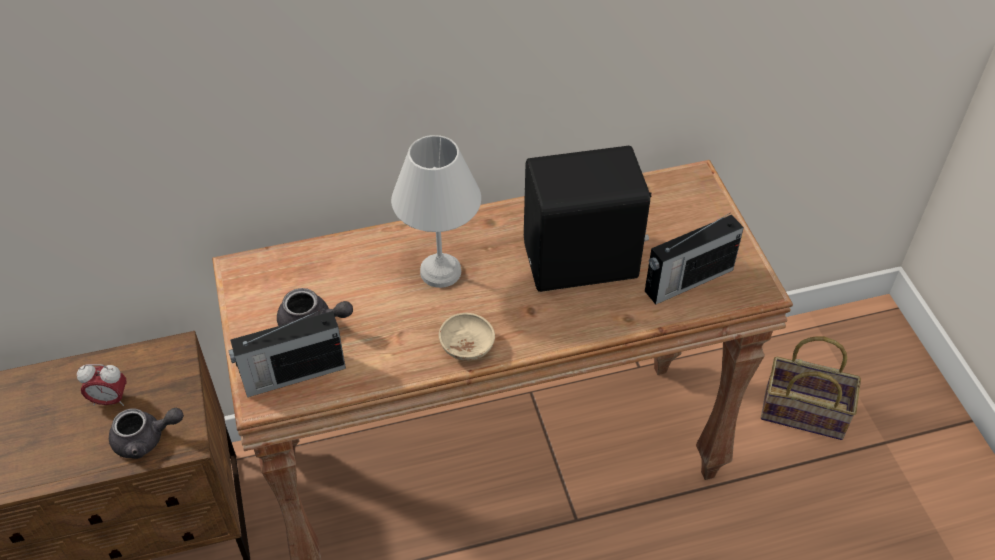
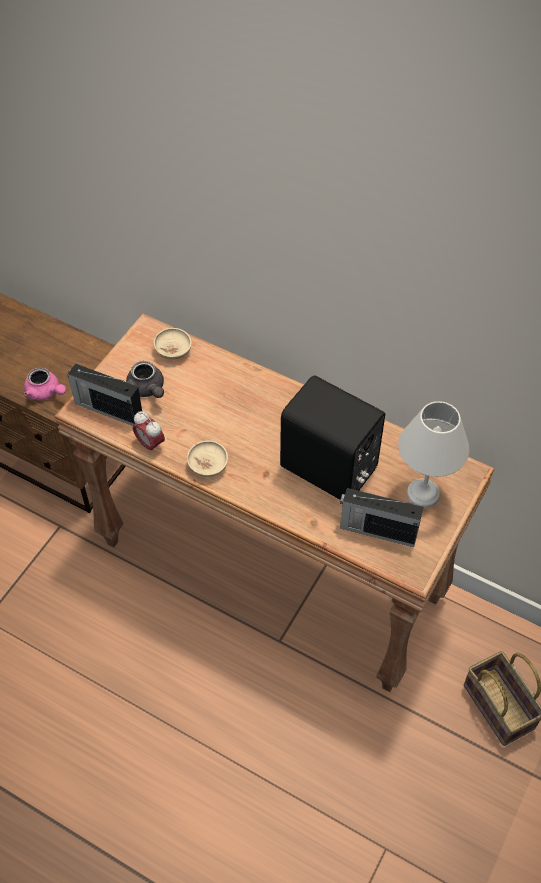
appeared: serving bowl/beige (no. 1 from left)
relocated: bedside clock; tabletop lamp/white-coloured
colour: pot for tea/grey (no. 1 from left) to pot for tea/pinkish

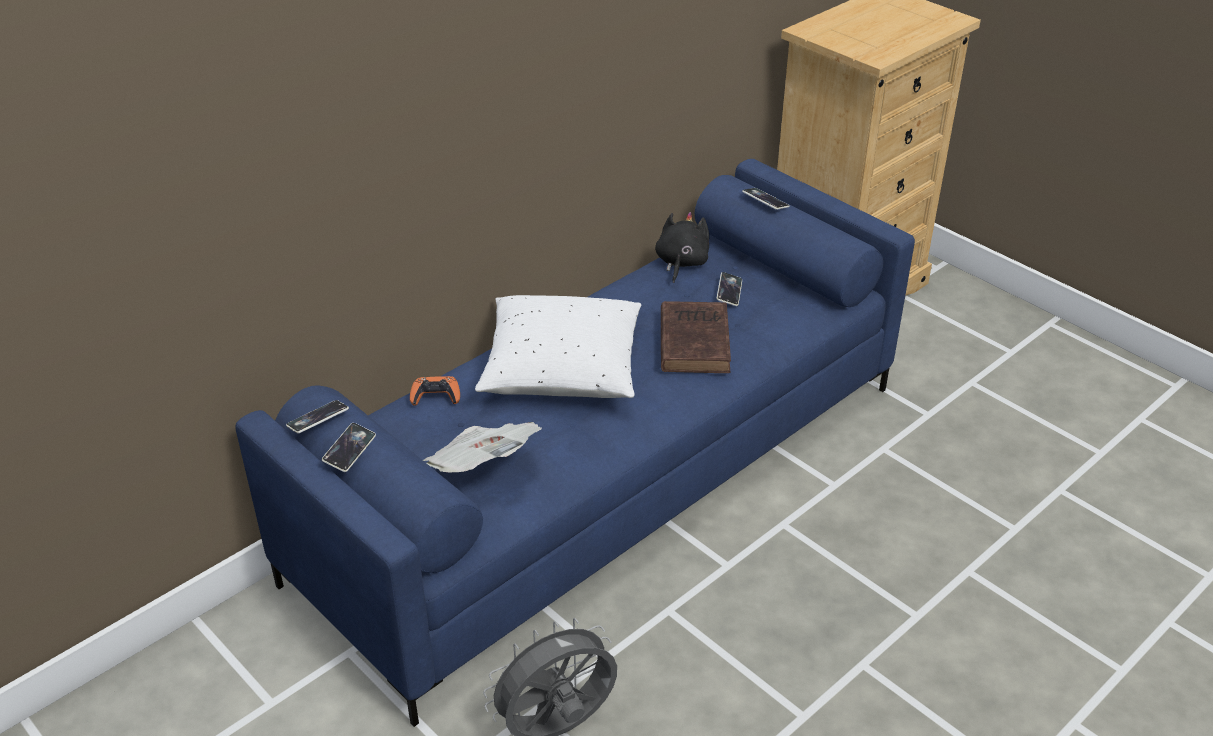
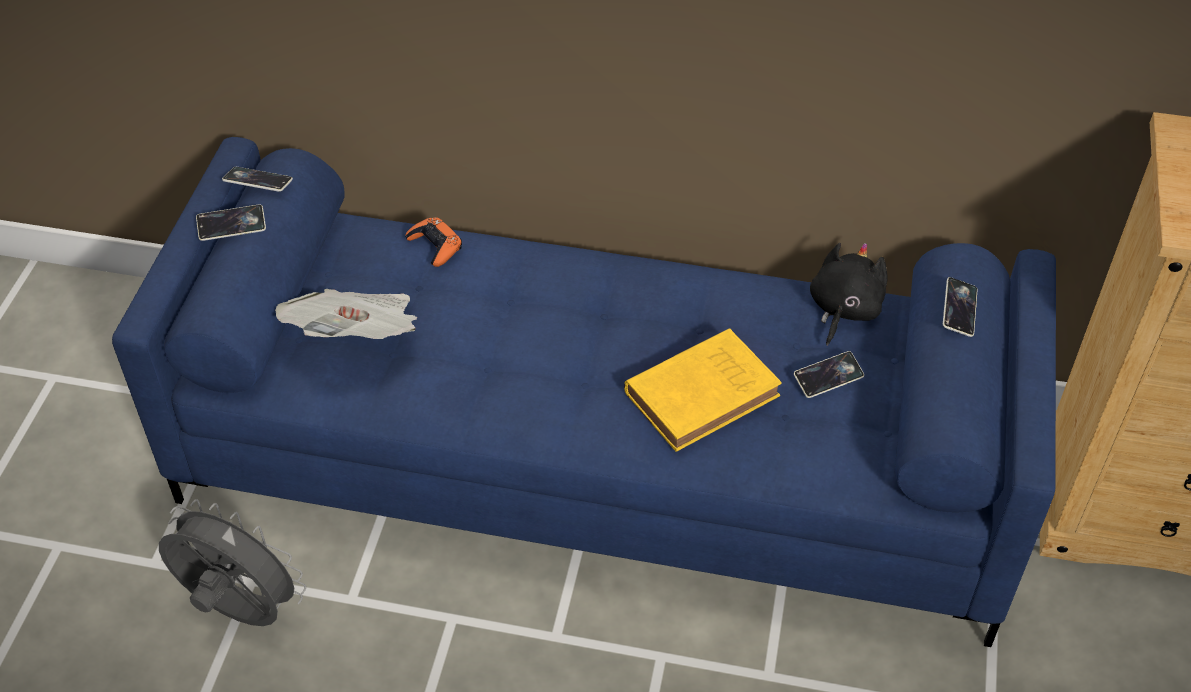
missing: throw pillow/white-coloured
colour: bound book/brownish to bound book/yellow
spun: cuddly toy/black-coloured 45 degrees counterclockwise

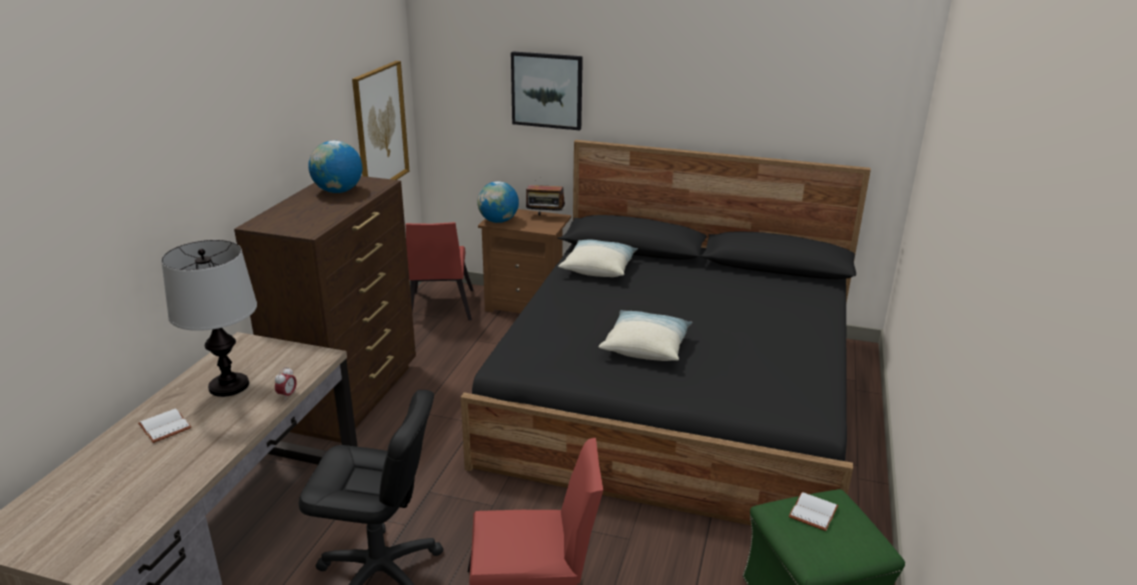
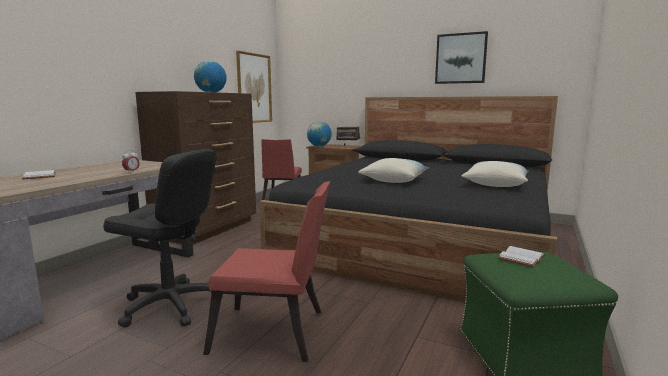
missing: tabletop lamp
relocated: wall art (no. 2 from left); throw pillow (no. 1 from left in the first image) to throw pillow (no. 2 from left)

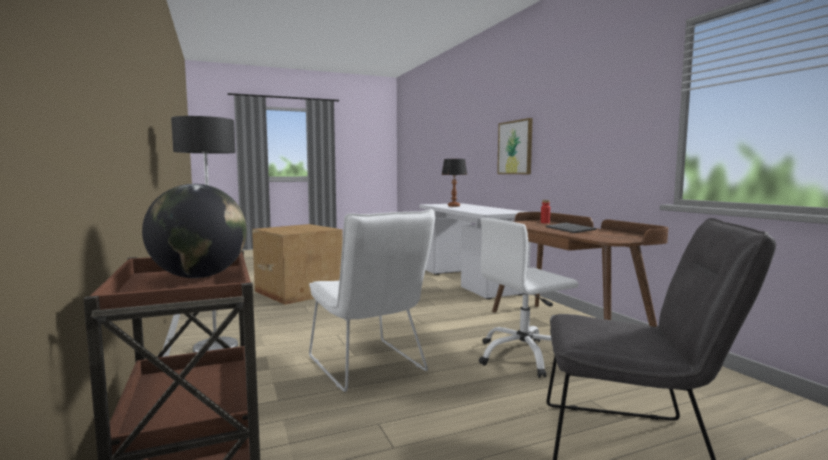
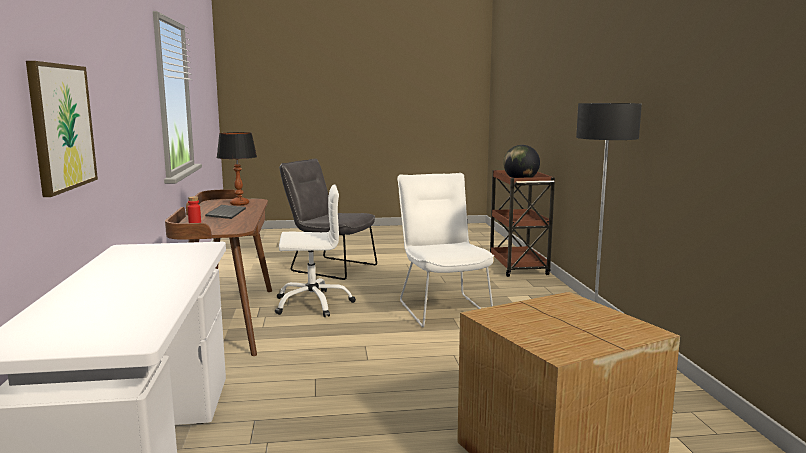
relocated: tabletop lamp

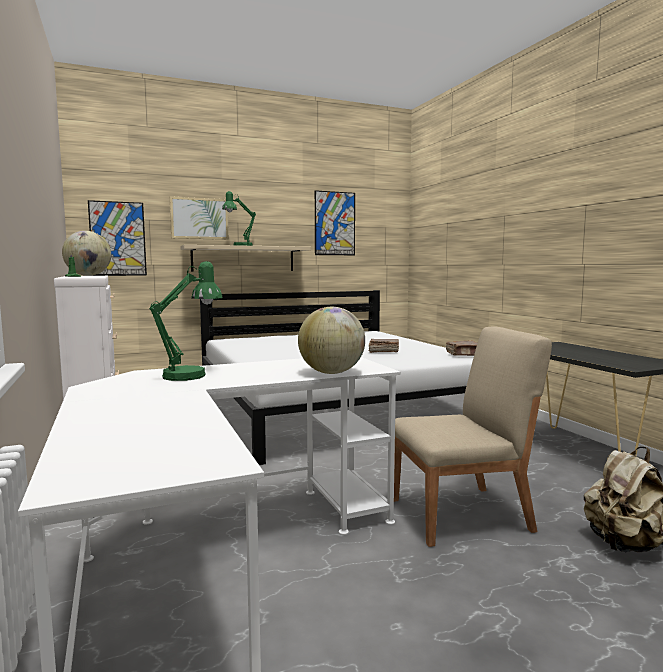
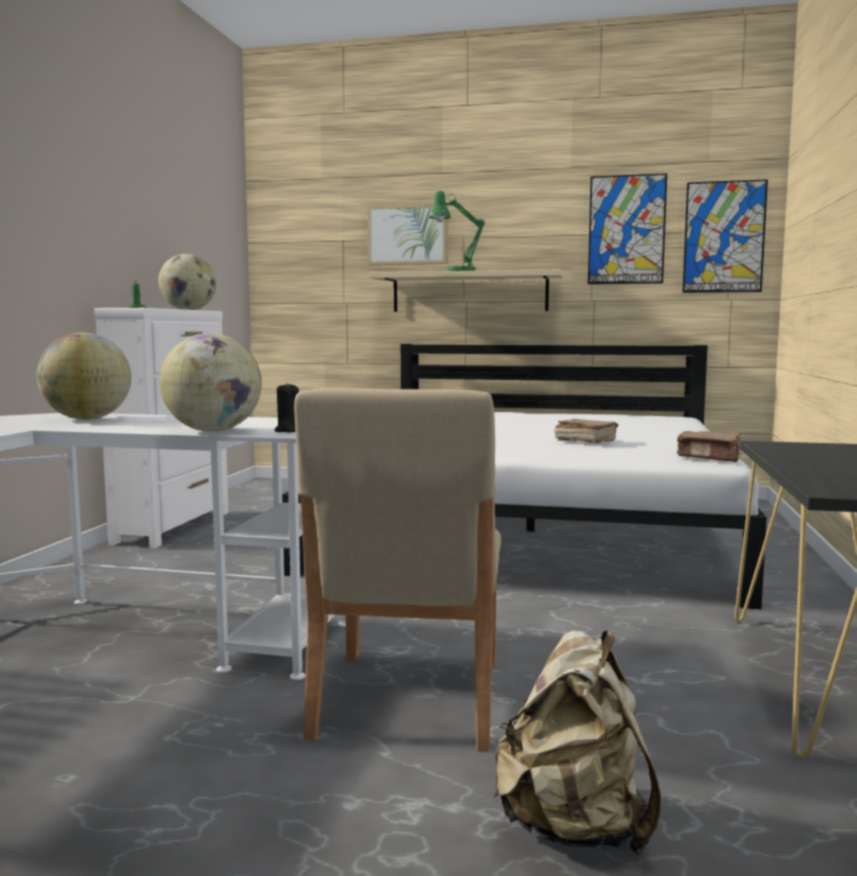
appeared: candle/black-coloured
relocated: wall art (no. 1 from left in the first image) to wall art (no. 3 from left)
exchanged: tabletop lamp/green (no. 1 from left) to world globe (no. 1 from left)
spun: chair/beige 75 degrees clockwise

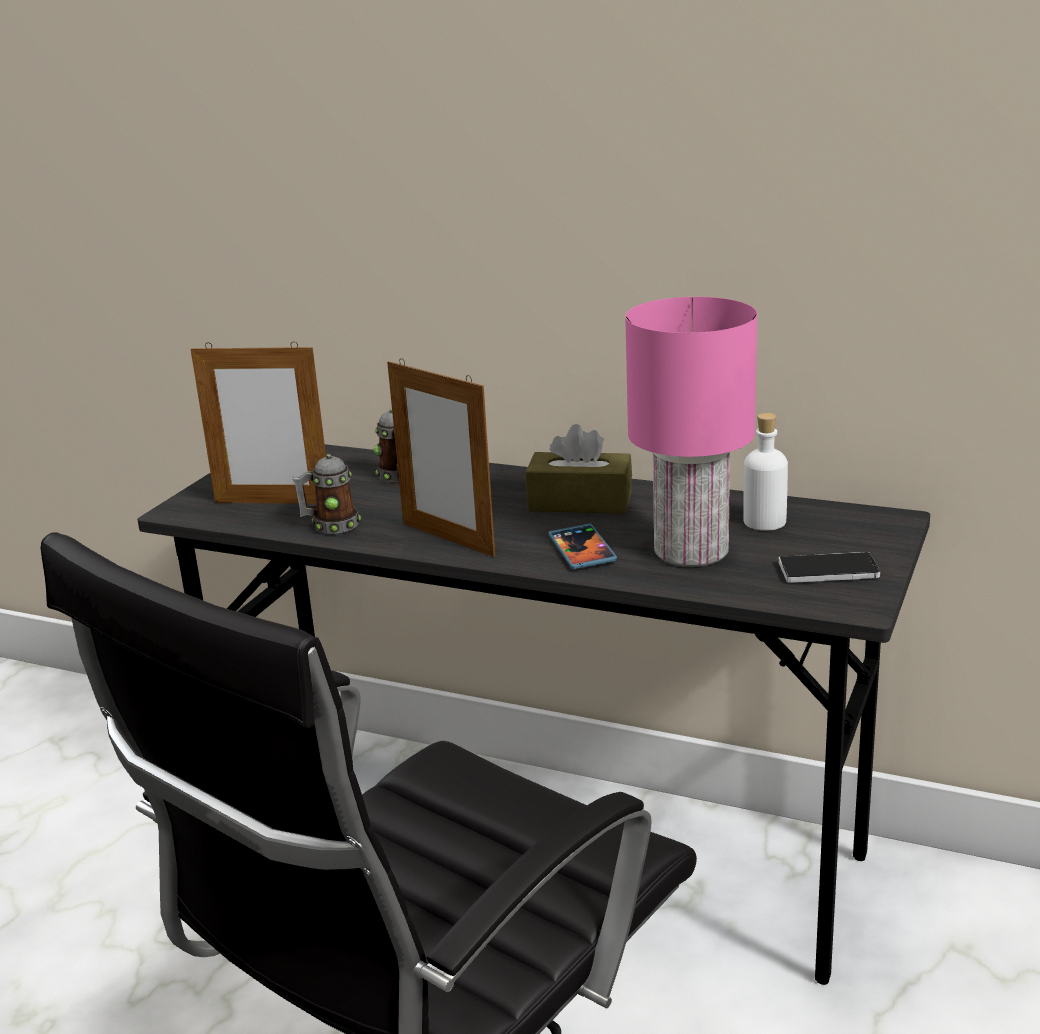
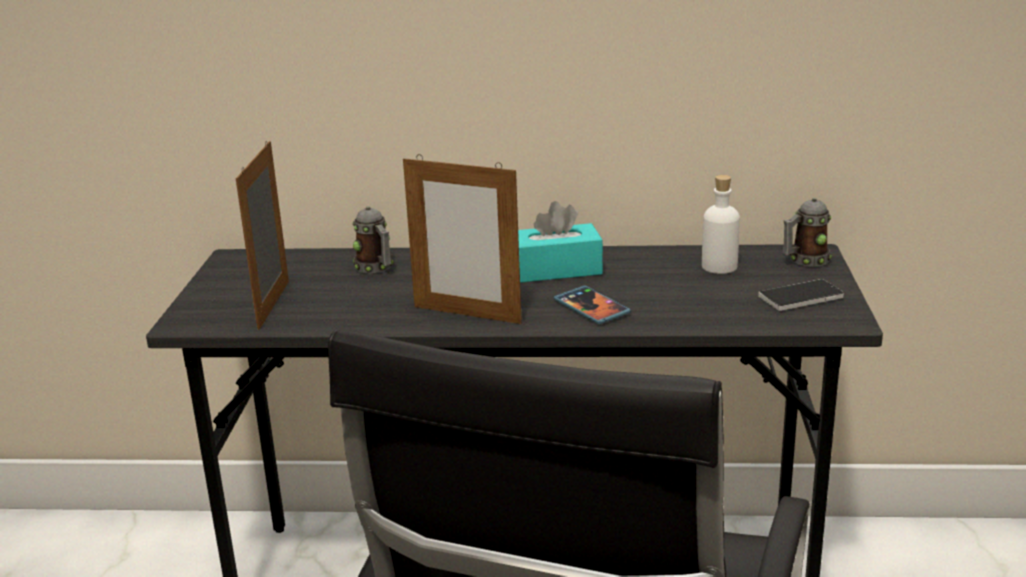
missing: tabletop lamp/pinkish
relocated: tea mug (no. 1 from left in the first image) to tea mug (no. 2 from left)
colour: tissue box/brownish to tissue box/turquoise
spun: standing frame (no. 1 from left) 105 degrees clockwise

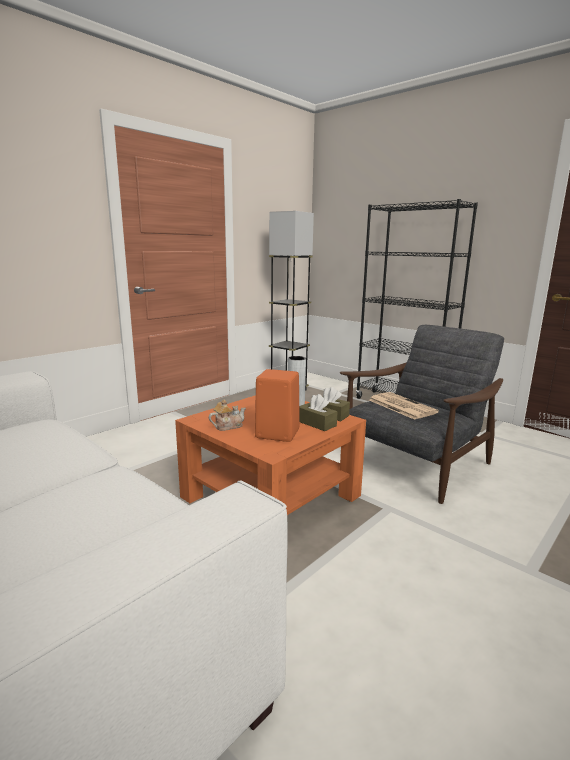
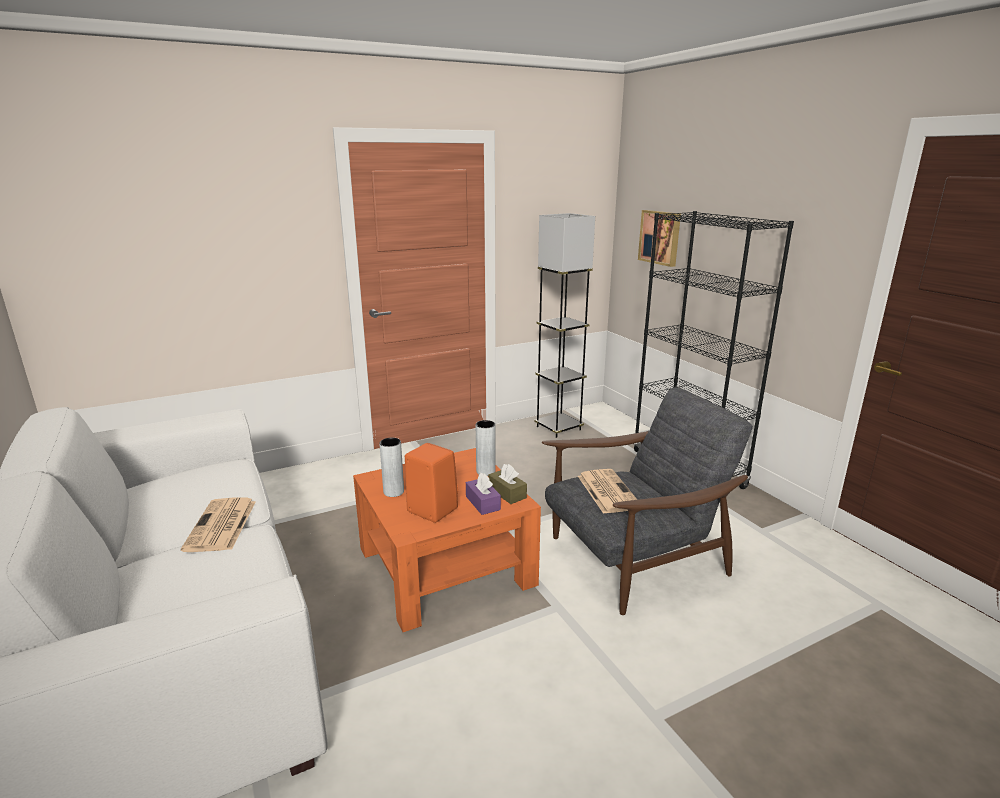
appeared: newspaper (no. 1 from left); wall art
exchanged: pot for tea to vase/grey (no. 1 from left)
colour: tissue box/brownish (no. 1 from left) to tissue box/purplish

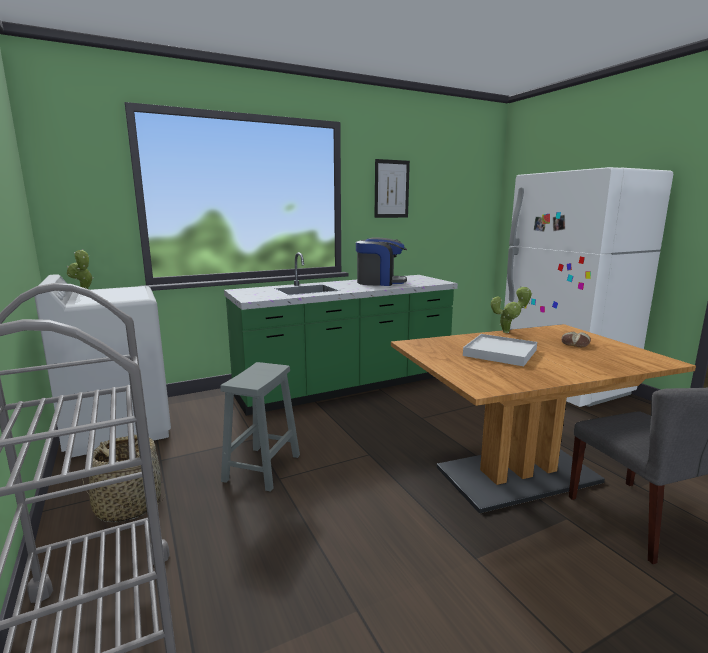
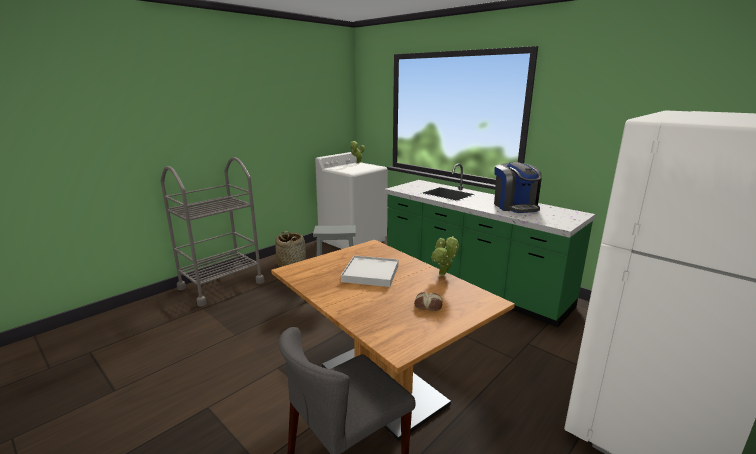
missing: wall art

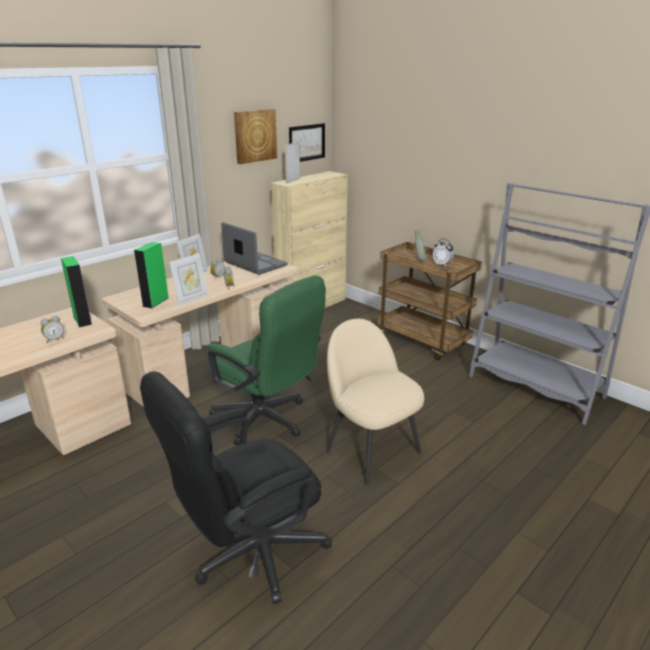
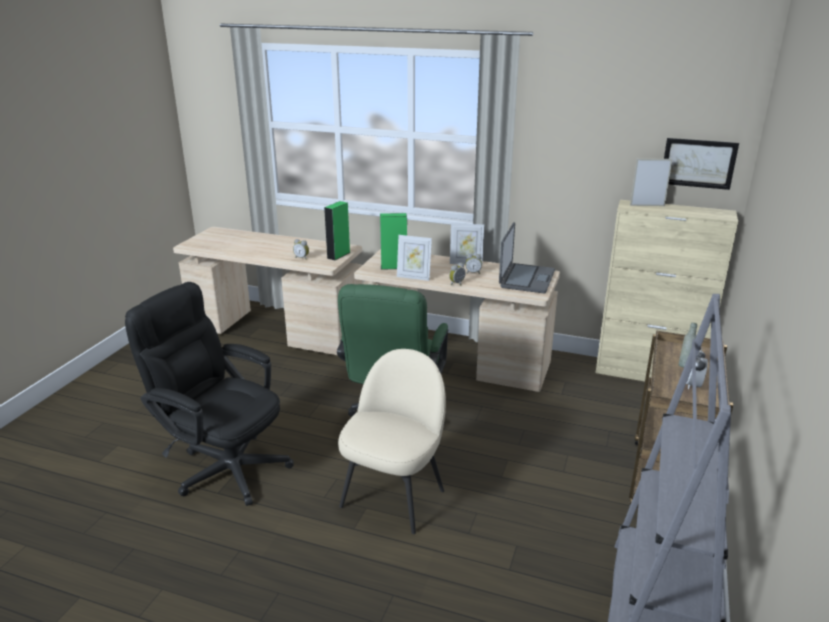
missing: wall art (no. 1 from left)

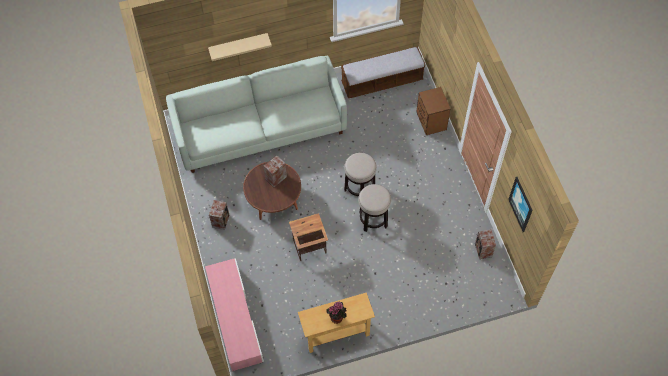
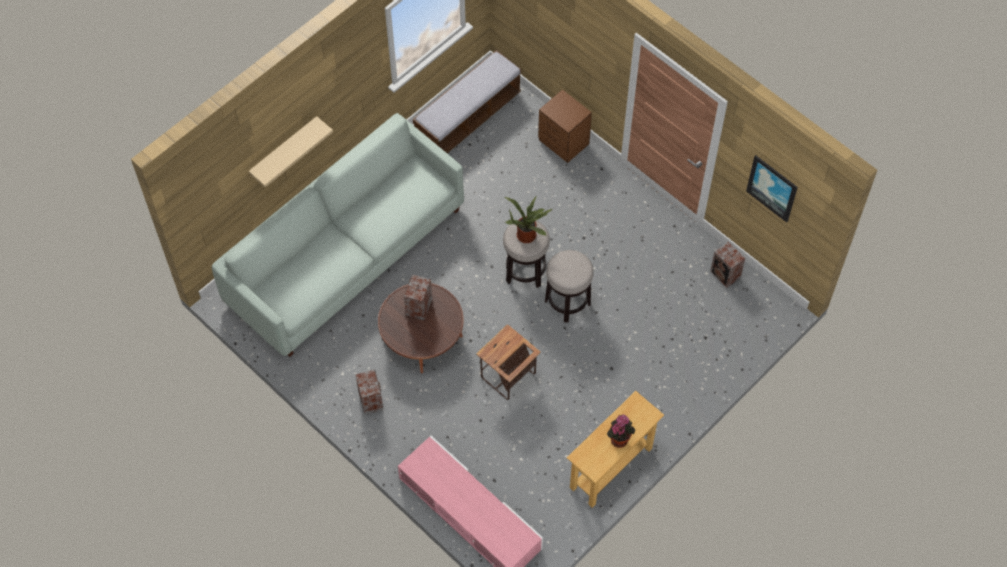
appeared: potted plant (no. 1 from left)

